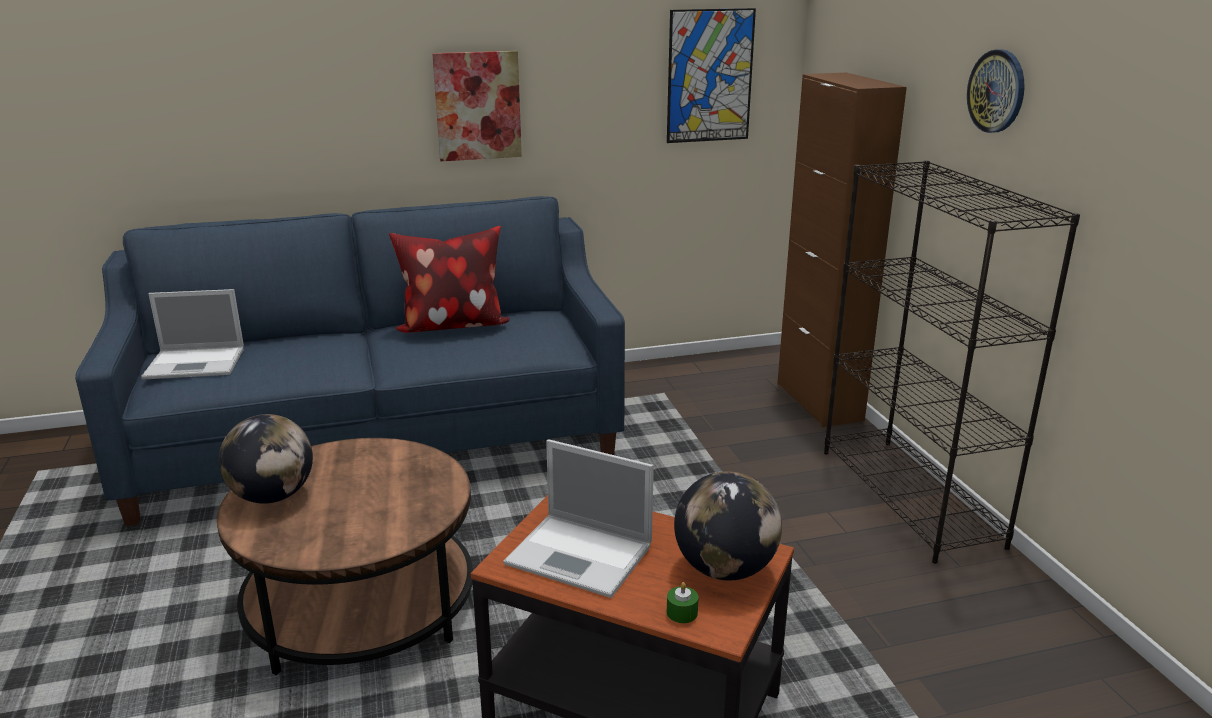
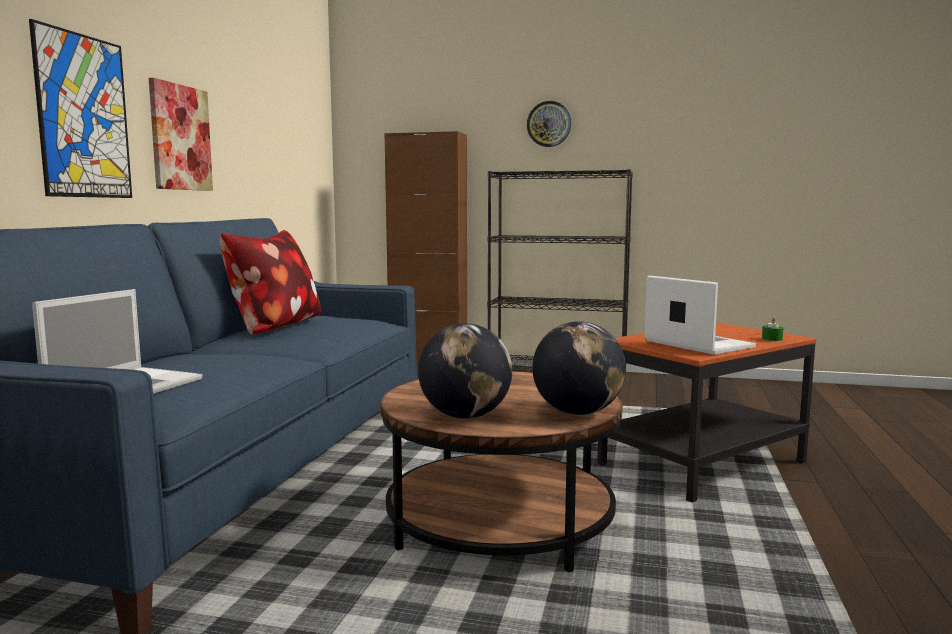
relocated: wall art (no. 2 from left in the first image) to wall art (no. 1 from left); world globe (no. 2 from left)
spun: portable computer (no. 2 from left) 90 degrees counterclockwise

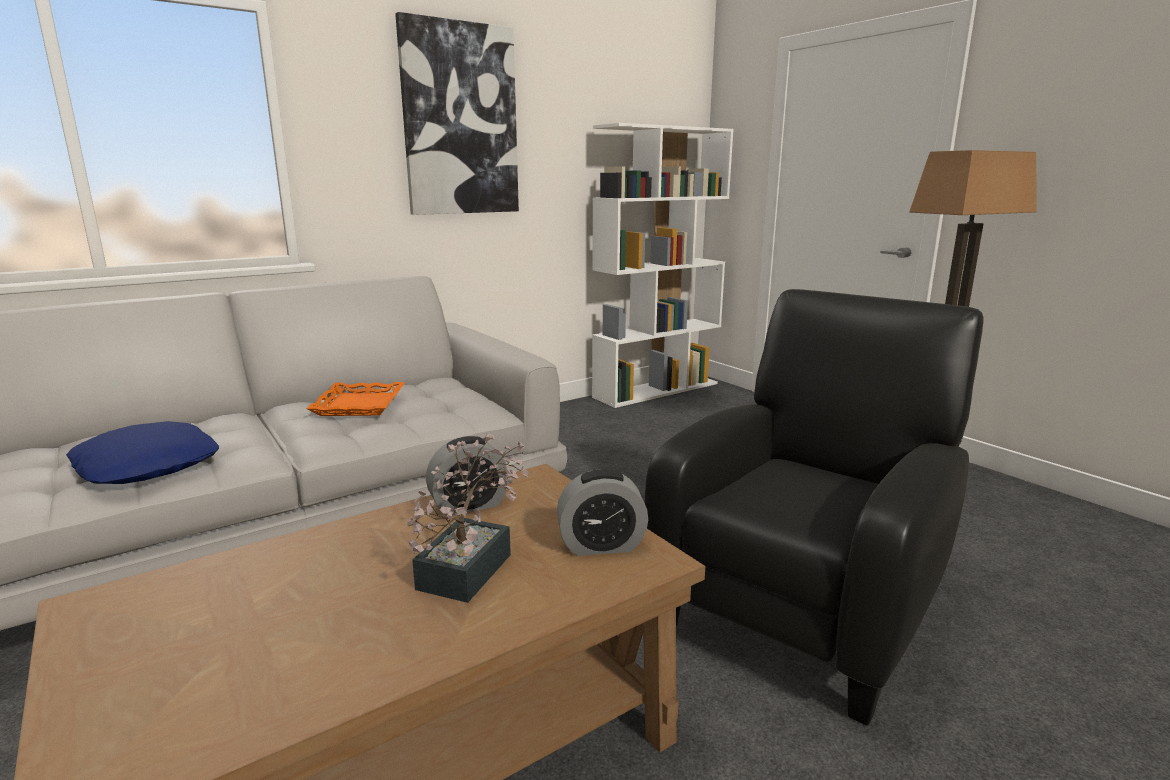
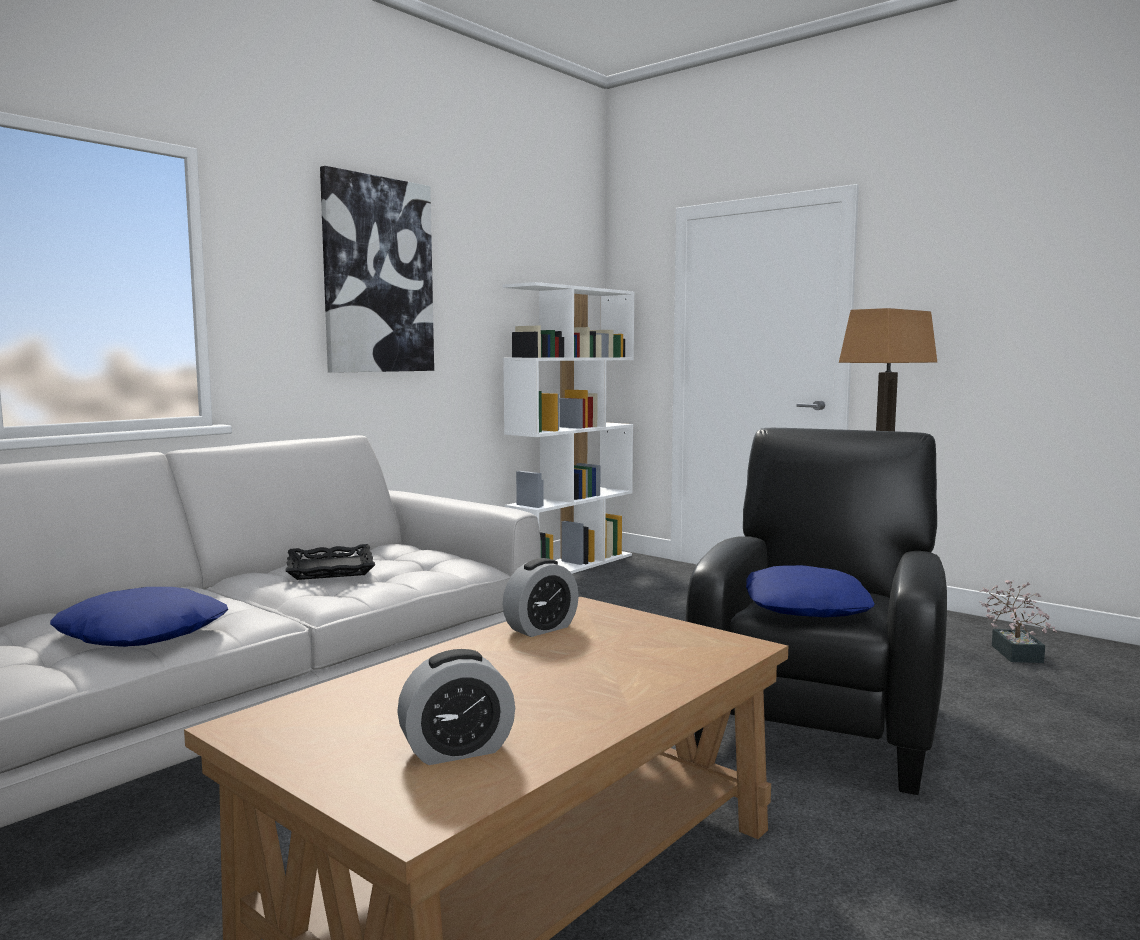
appeared: throw pillow/blue-coloured (no. 2 from left)
relocated: potted plant; bedside clock (no. 2 from left in the first image) to bedside clock (no. 1 from left)
colour: carrying tray/orange to carrying tray/black-coloured

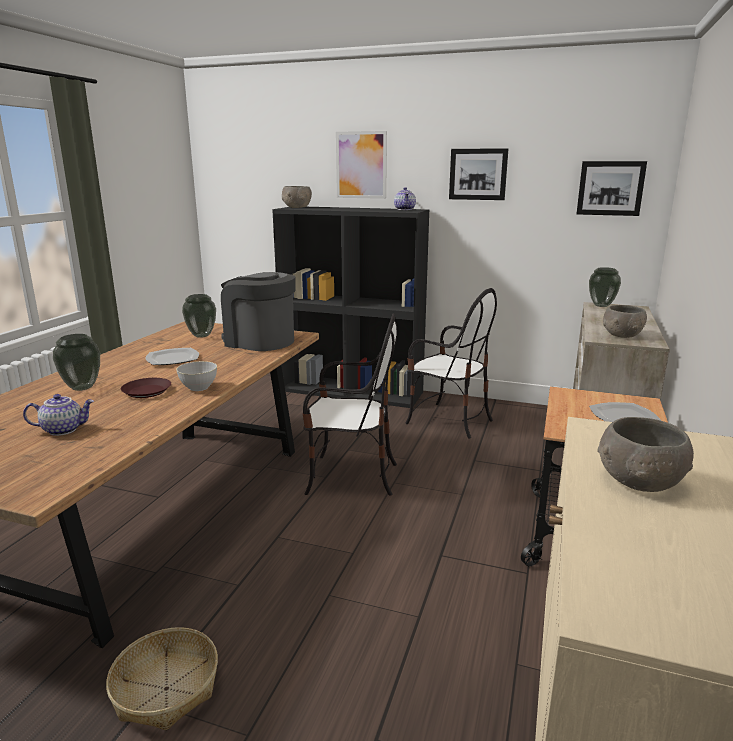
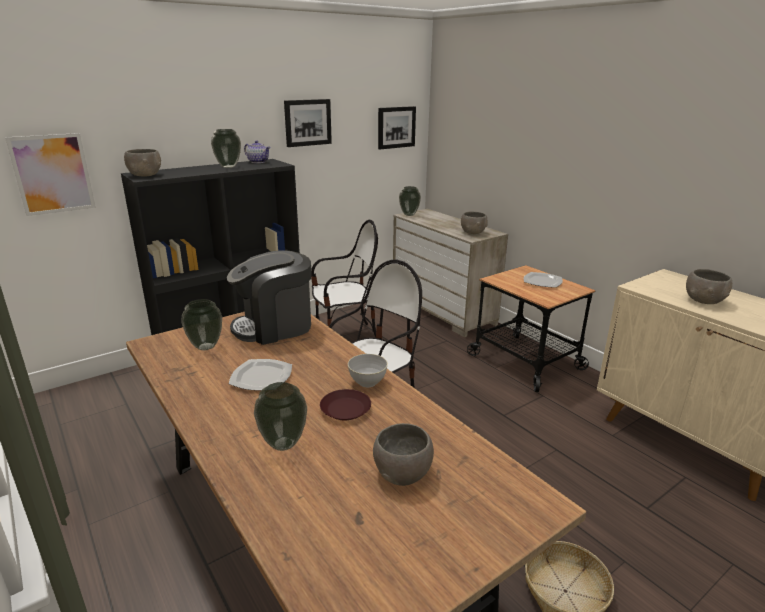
appeared: vase (no. 2 from left)
relocated: wall art (no. 1 from left)
exchanged: pot for tea (no. 1 from left) to serving bowl/grey (no. 3 from left)

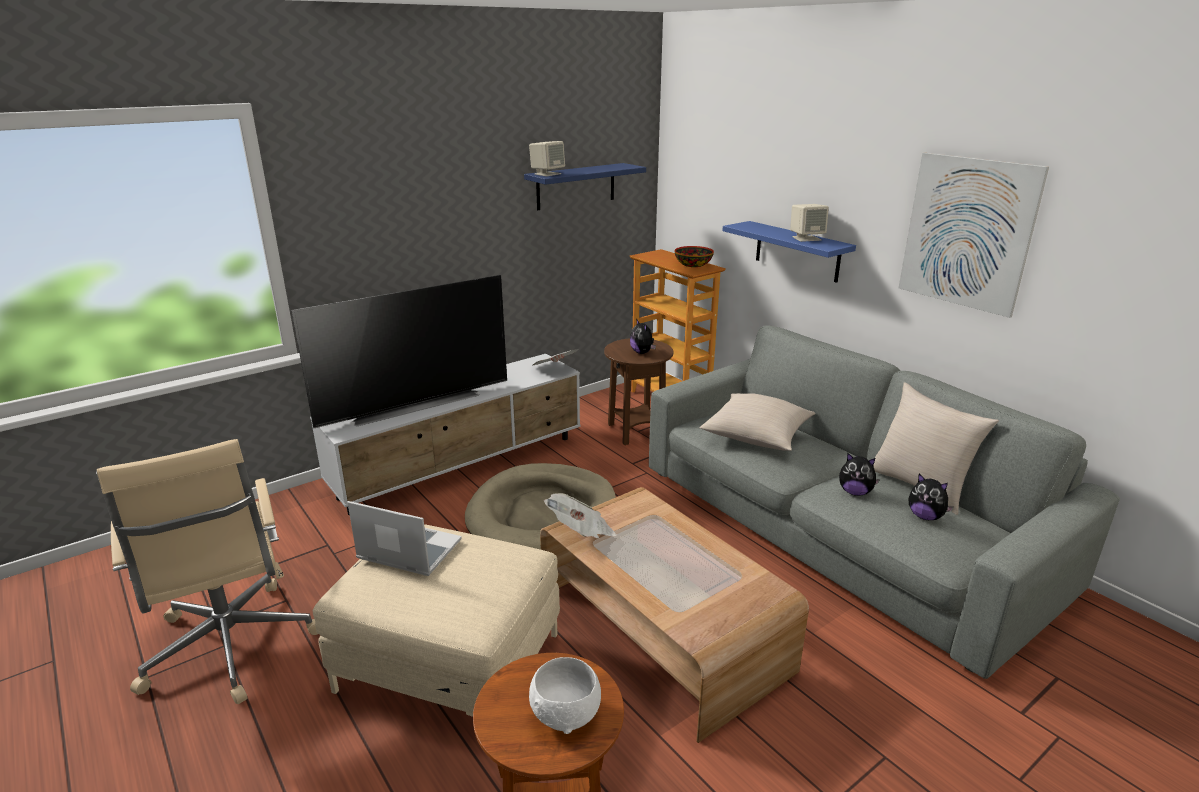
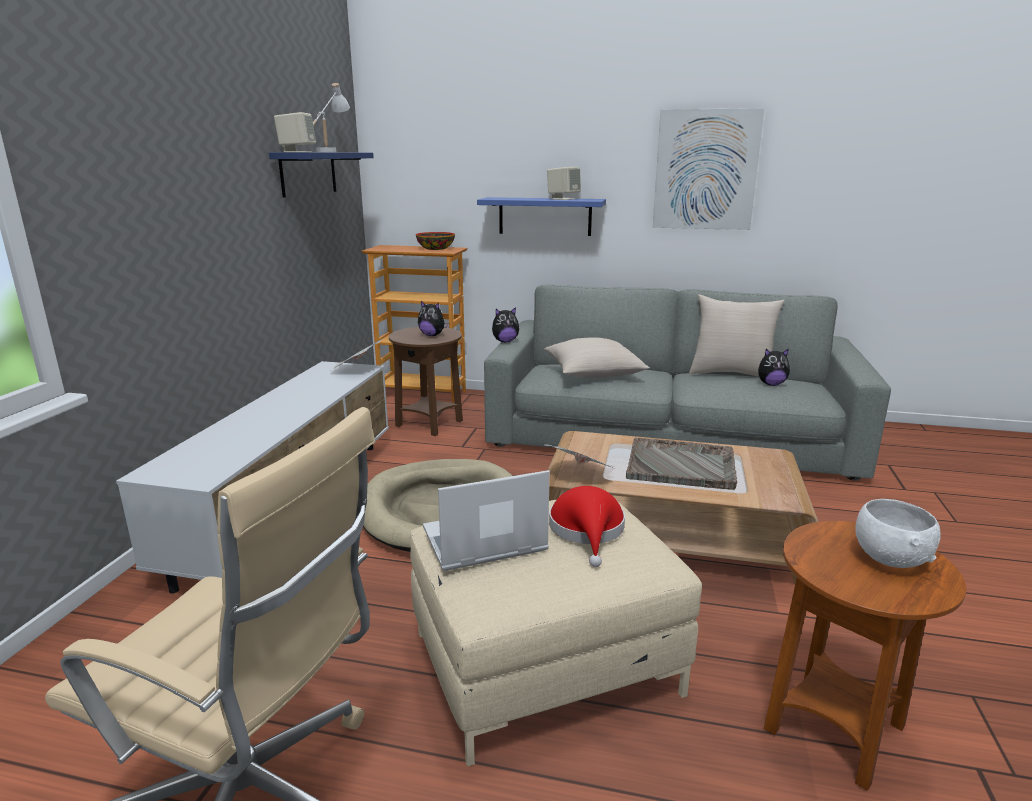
missing: TV
appeared: tabletop lamp/white-coloured; hat/red-coloured; carrying tray/grey
relocated: cuddly toy (no. 2 from left)

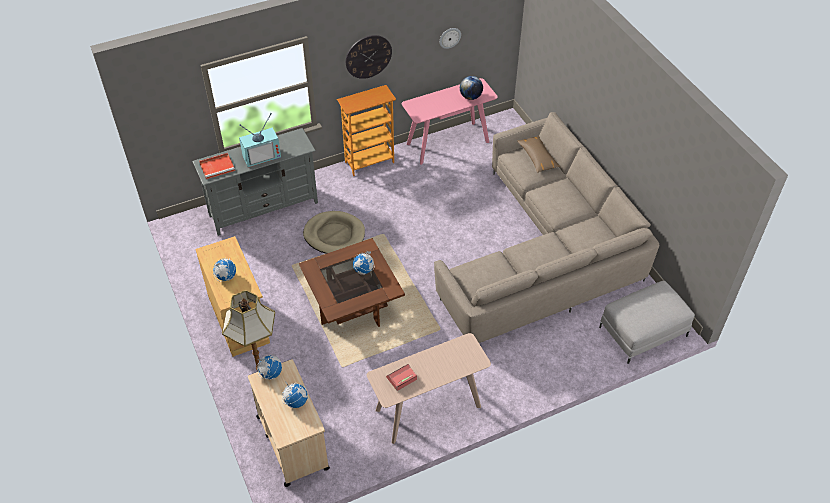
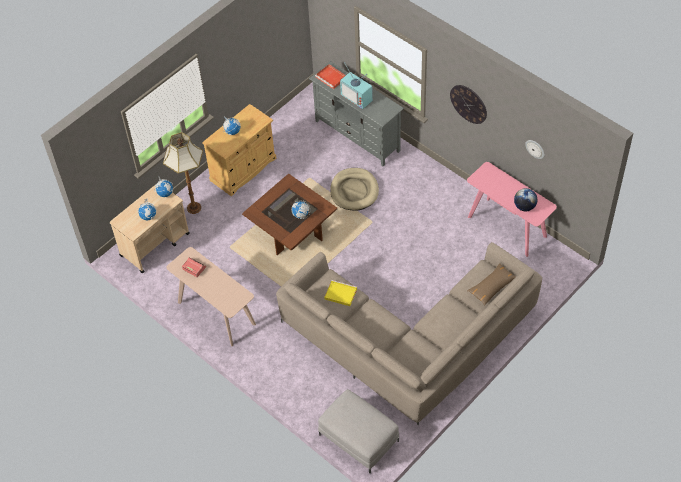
missing: bookcase
appeared: carrying tray/yellow

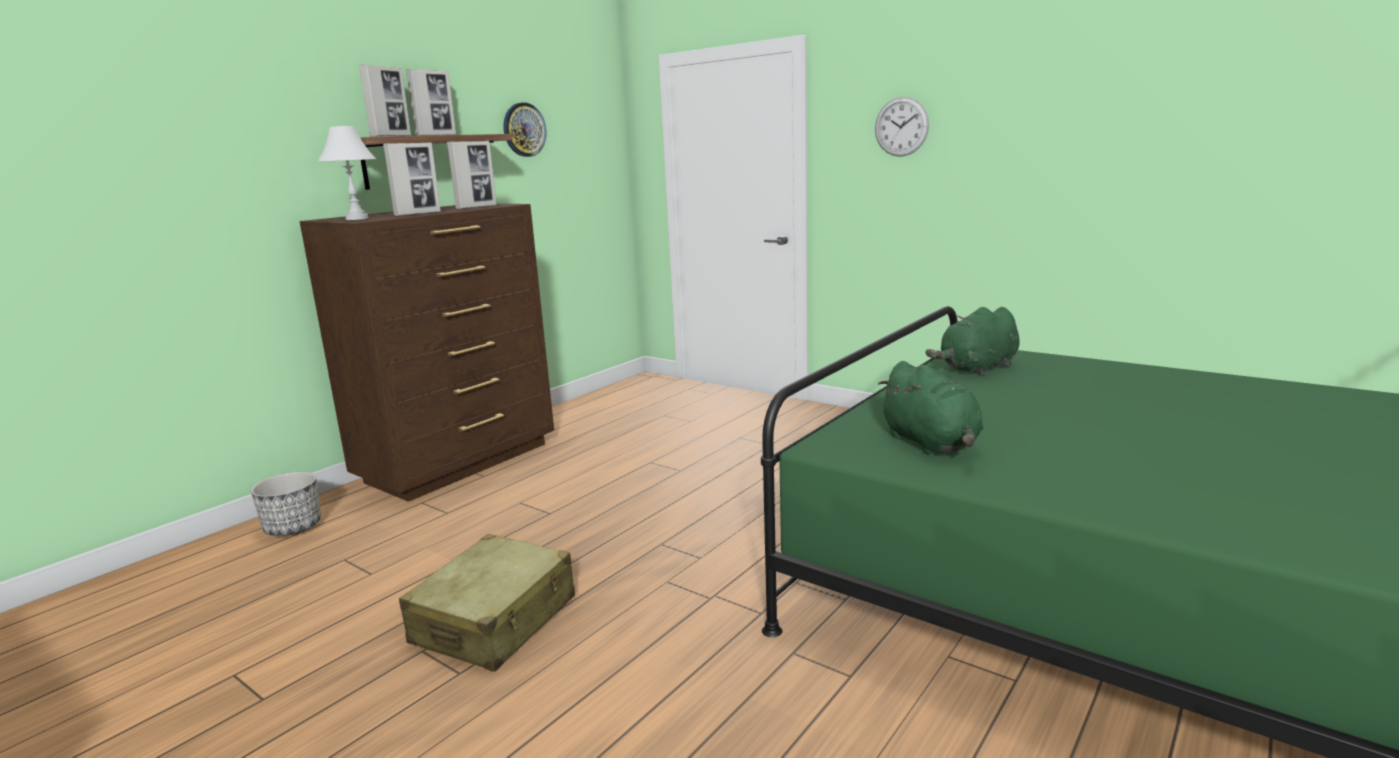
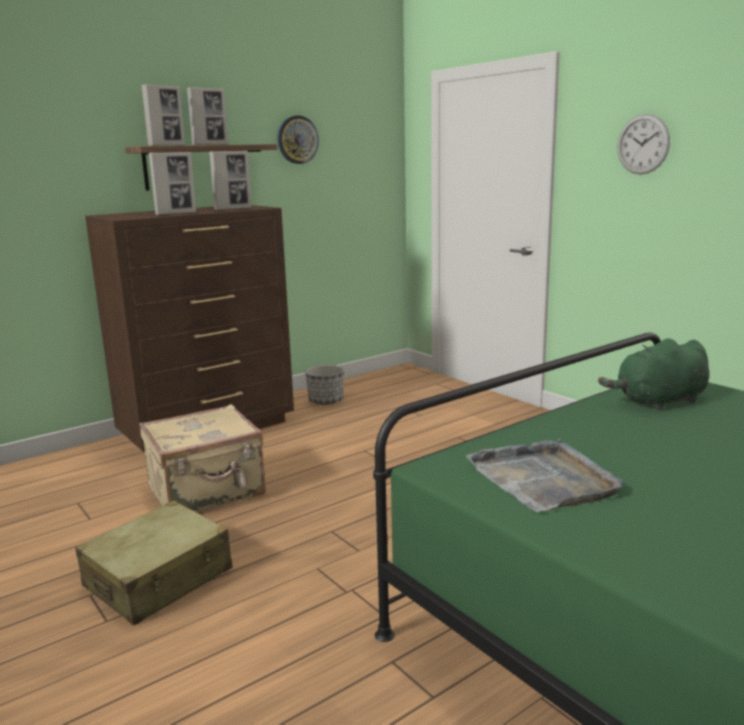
missing: tabletop lamp/white-coloured
appeared: suitcase/beige (no. 2 from left)
relocated: flower pot
exchanged: cuddly toy/green (no. 1 from left) to carrying tray/grey

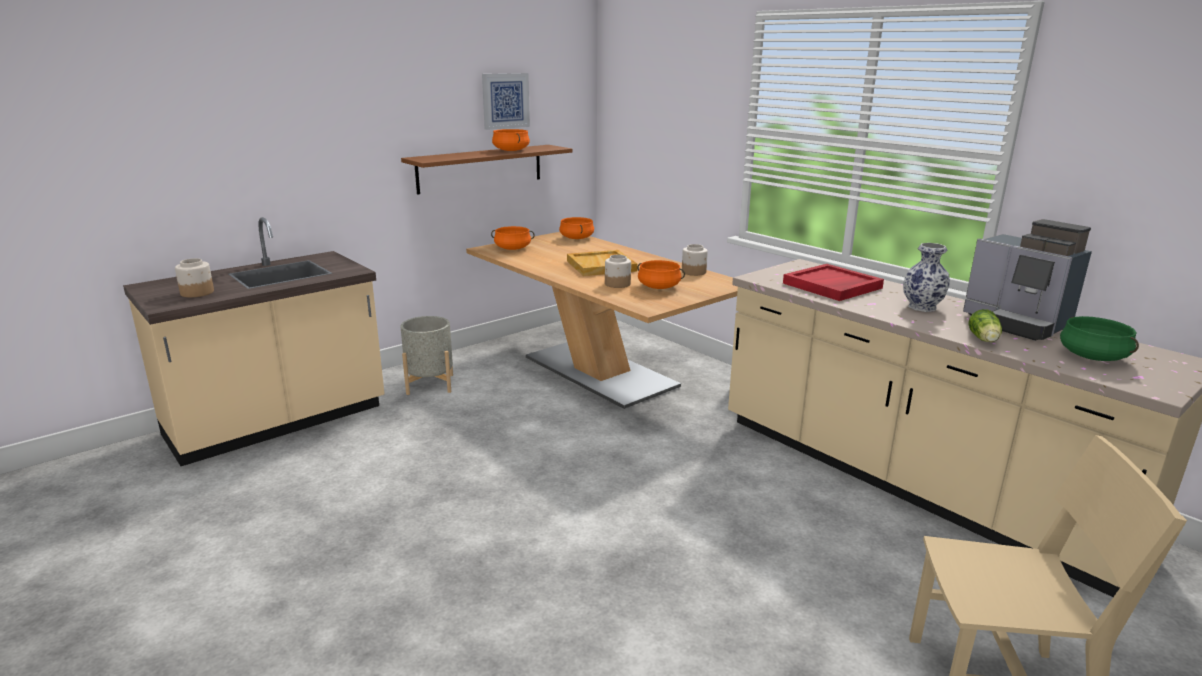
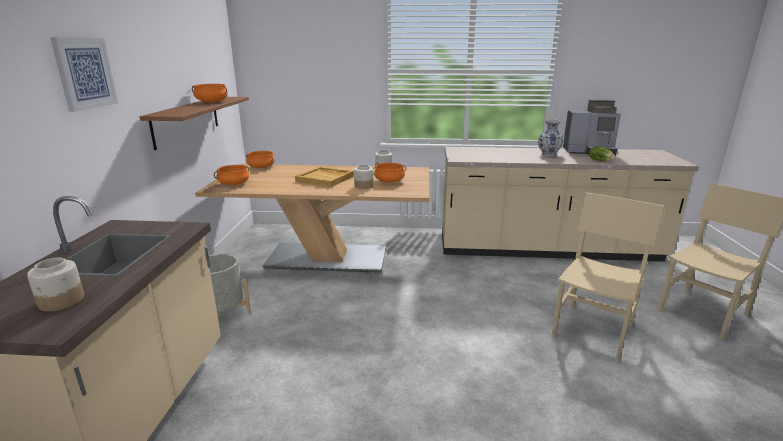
missing: carrying tray/red-coloured; saucepot/green
appeared: chair/beige (no. 1 from left)
relocated: wall art

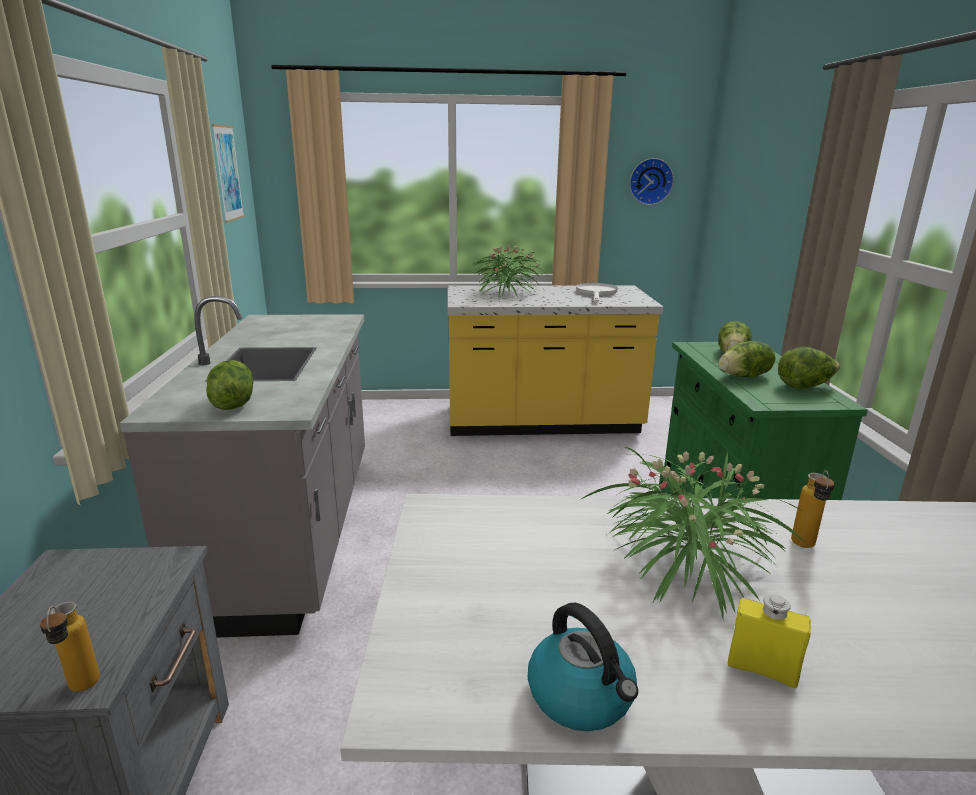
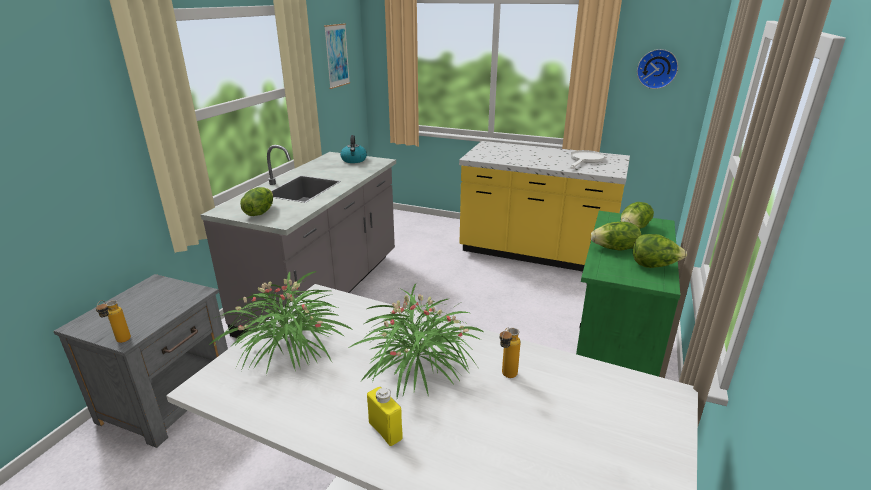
relocated: potted plant (no. 1 from left); water kettle

